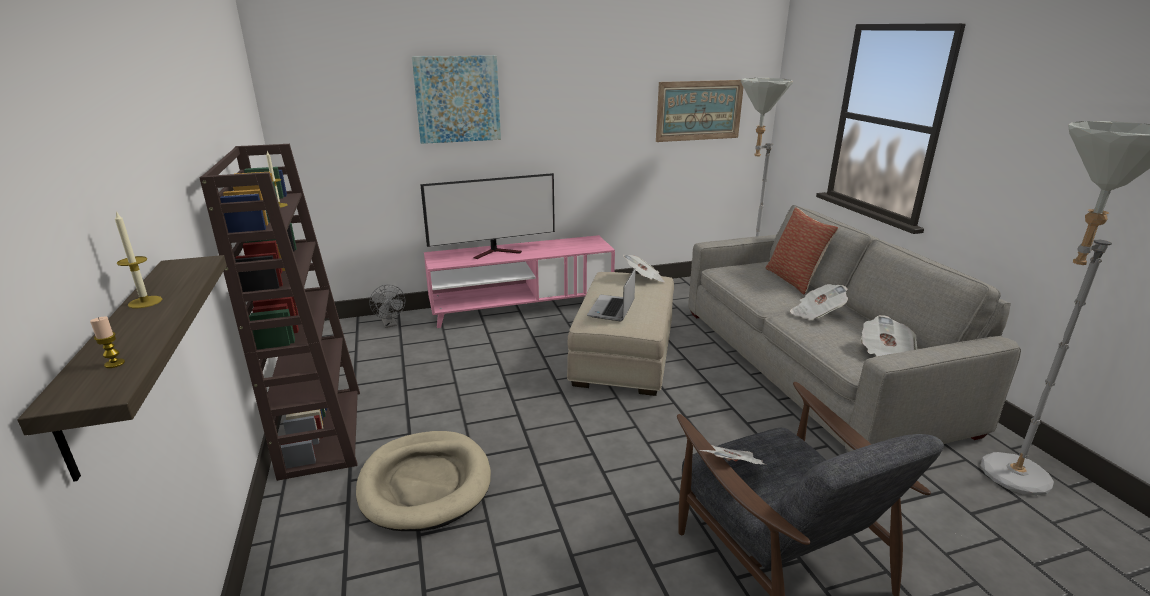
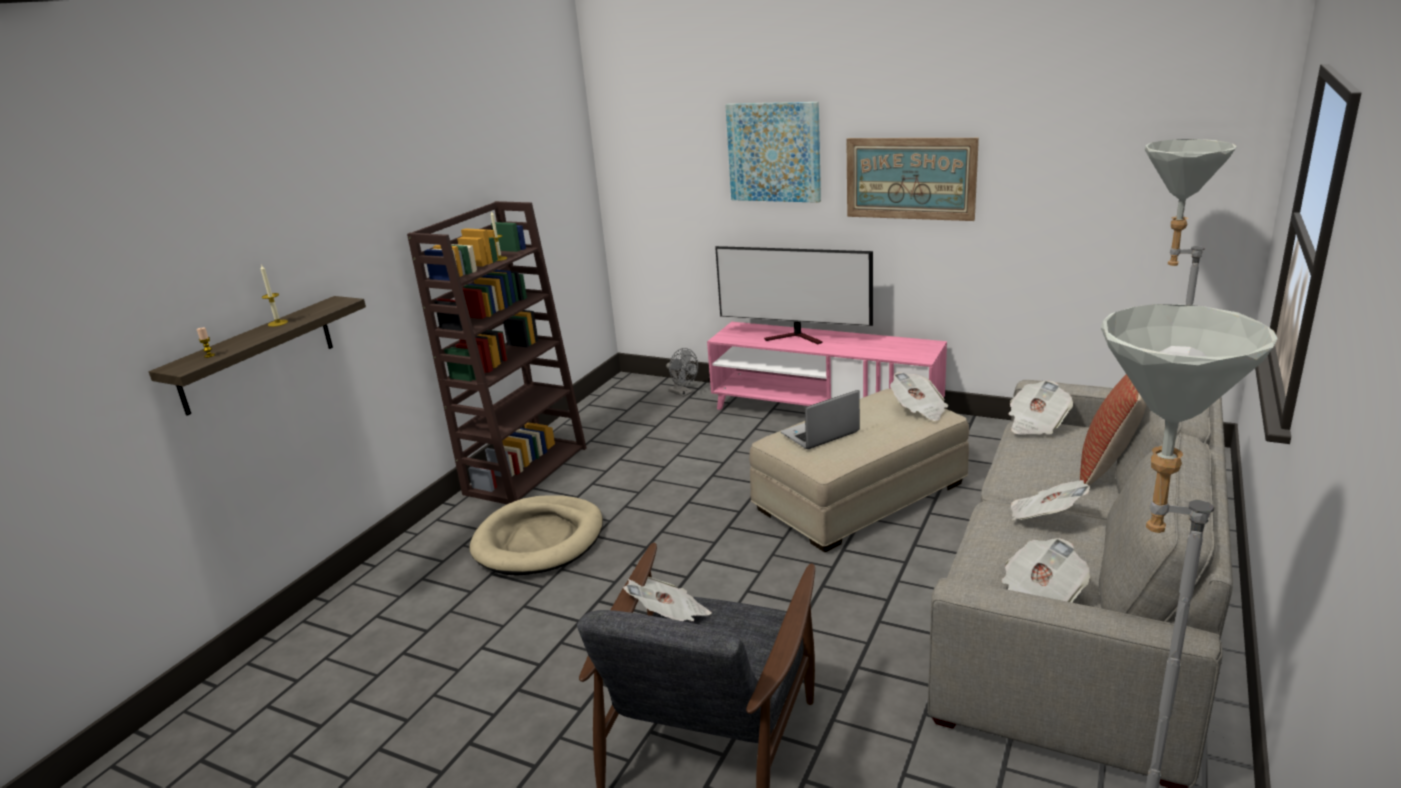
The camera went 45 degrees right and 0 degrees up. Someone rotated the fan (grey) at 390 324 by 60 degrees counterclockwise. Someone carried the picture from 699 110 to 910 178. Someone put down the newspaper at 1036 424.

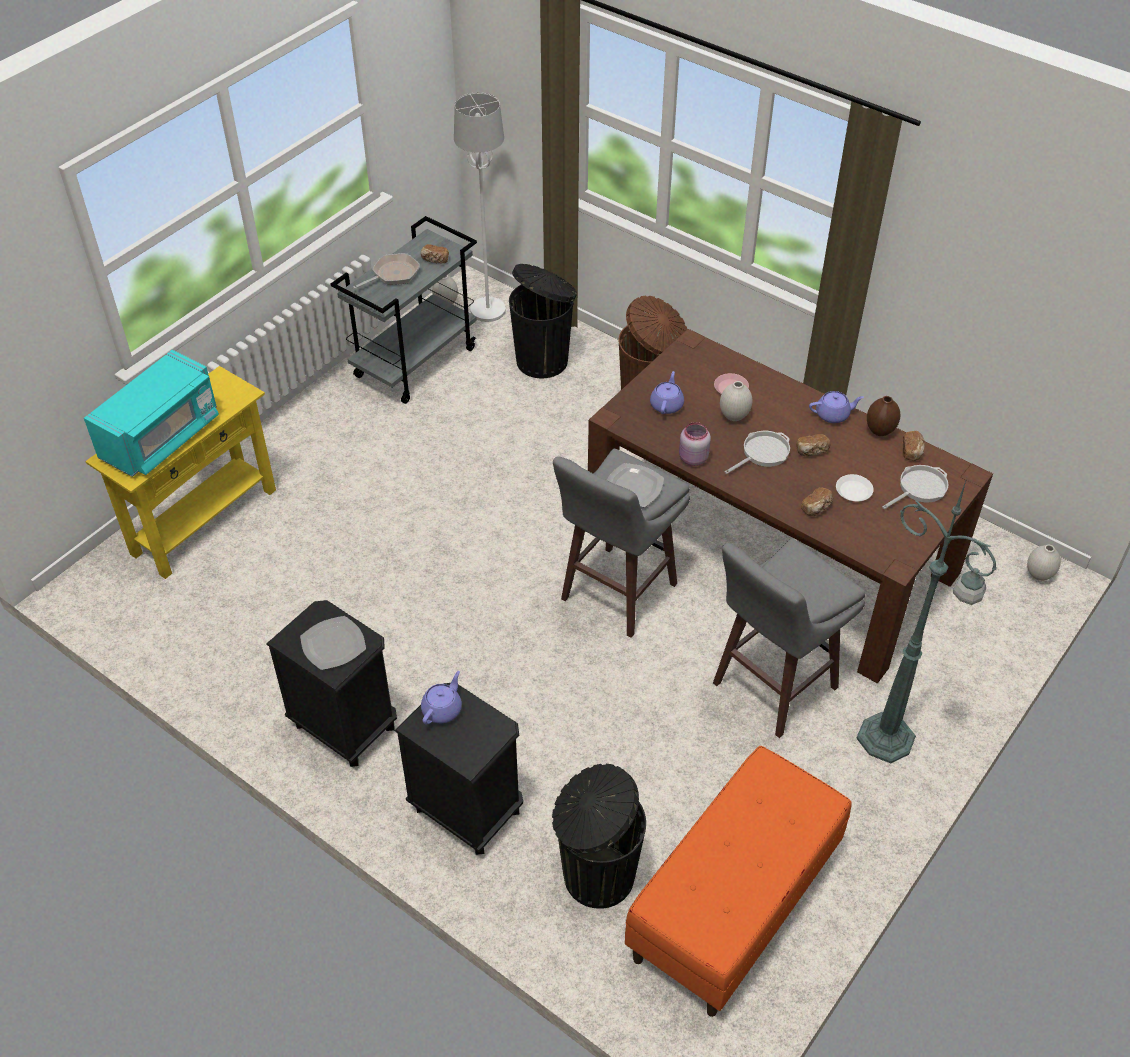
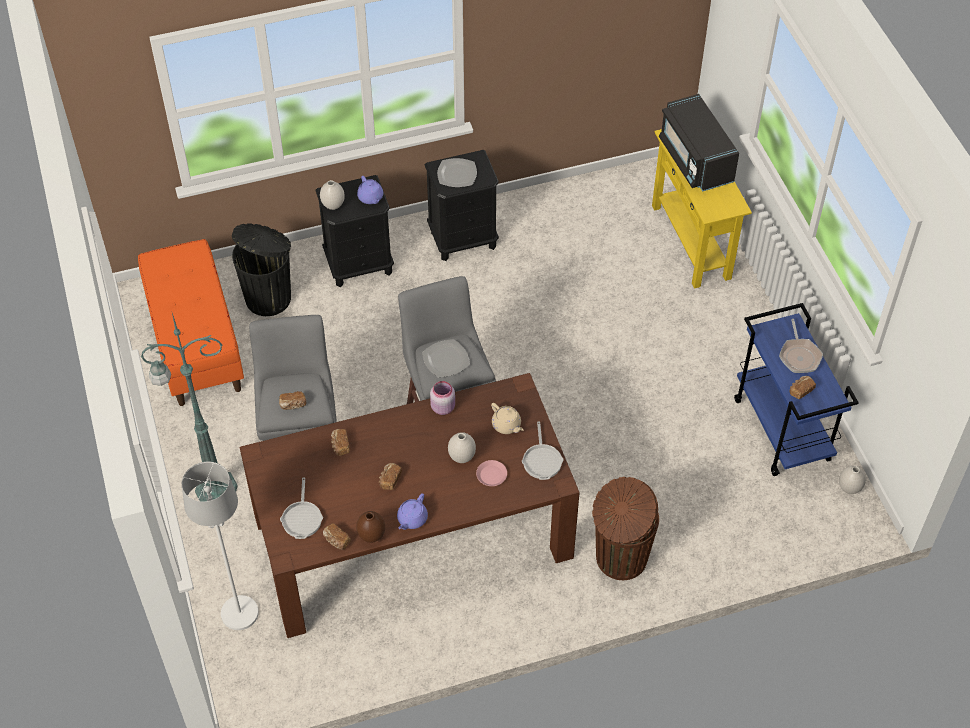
The camera went 125 degrees right and 5 degrees up. Someone repainted the microwave (turquoise) at 162 437, which became the microwave (black) at 695 159. Someone repainted the cart (grey) at 415 362, which became the cart (blue) at 782 430. Someone carried the floor lamp (white) from 488 311 to 239 613. Someone took away the trash can (black) at 543 360. Someone repainted the teapot (purple) at 667 405, which became the teapot (beige) at 507 425. Someone carried the frying pan from 762 453 to 542 460. Someone took away the plate (white) at 854 491. Someone carried the vase (white) from 1039 575 to 333 206. Someone put down the bread at 293 405.

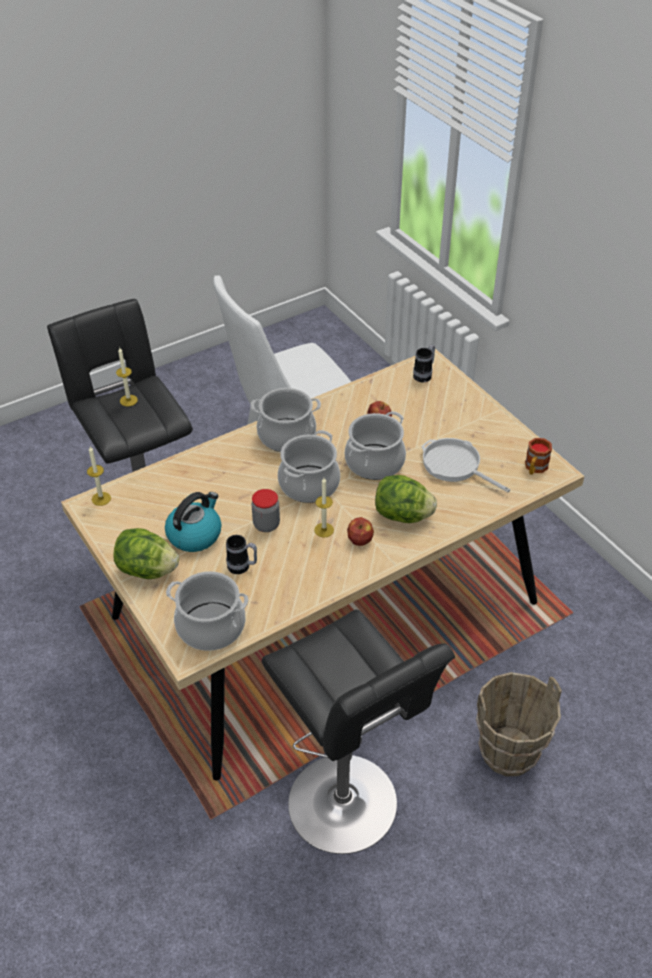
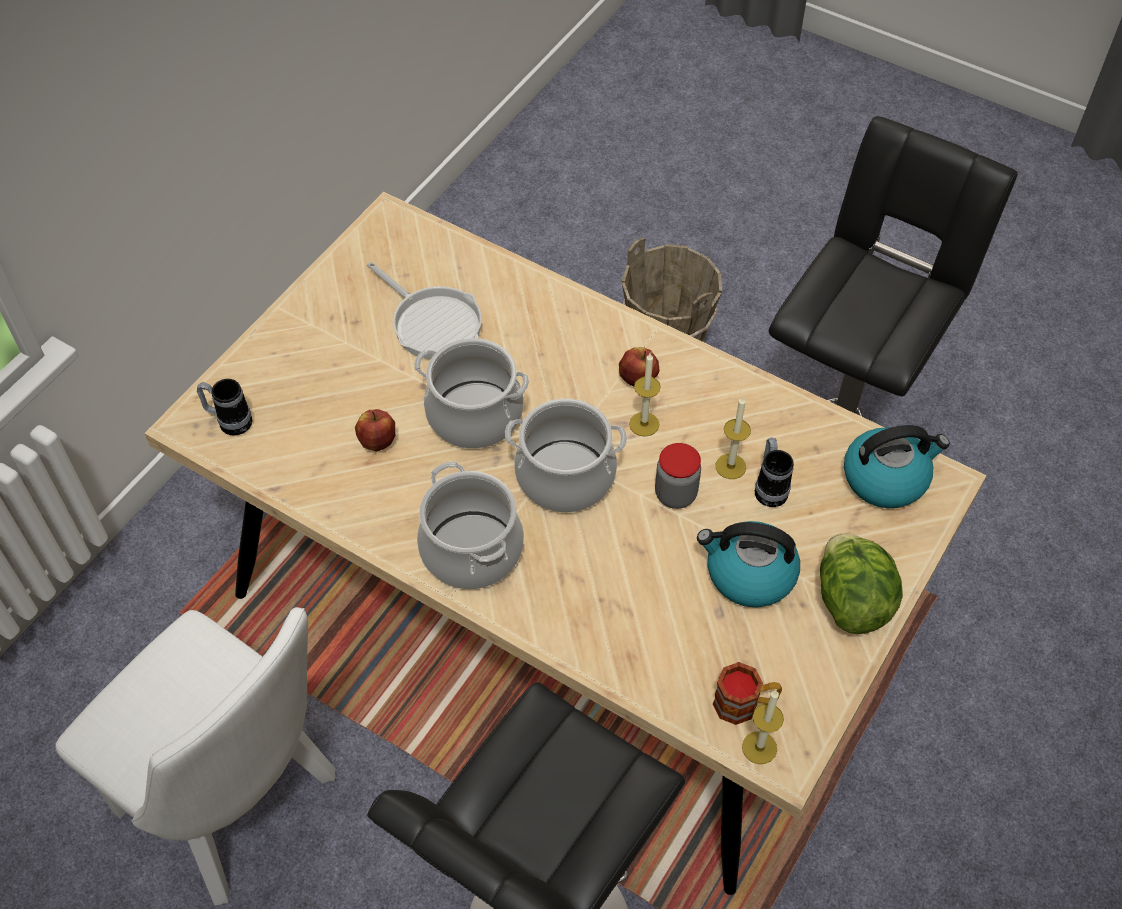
The camera went 115 degrees left and 10 degrees up. Someone carried the candle from 128 400 to 730 466. Someone swapped the cooking pot at 211 626 for the kettle at 886 478. Someone took away the lettuce at 403 516. Someone rotated the frying pan at 454 465 by 60 degrees counterclockwise. Someone carried the mug from 534 468 to 744 704.

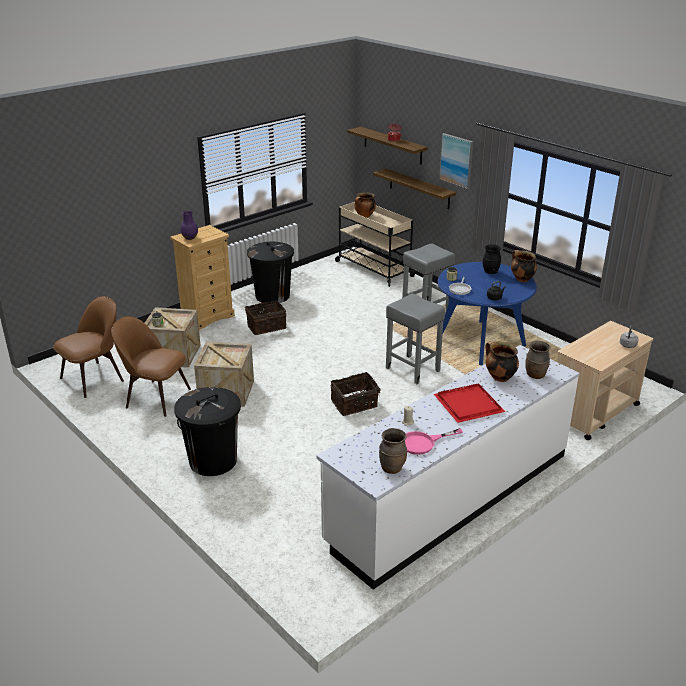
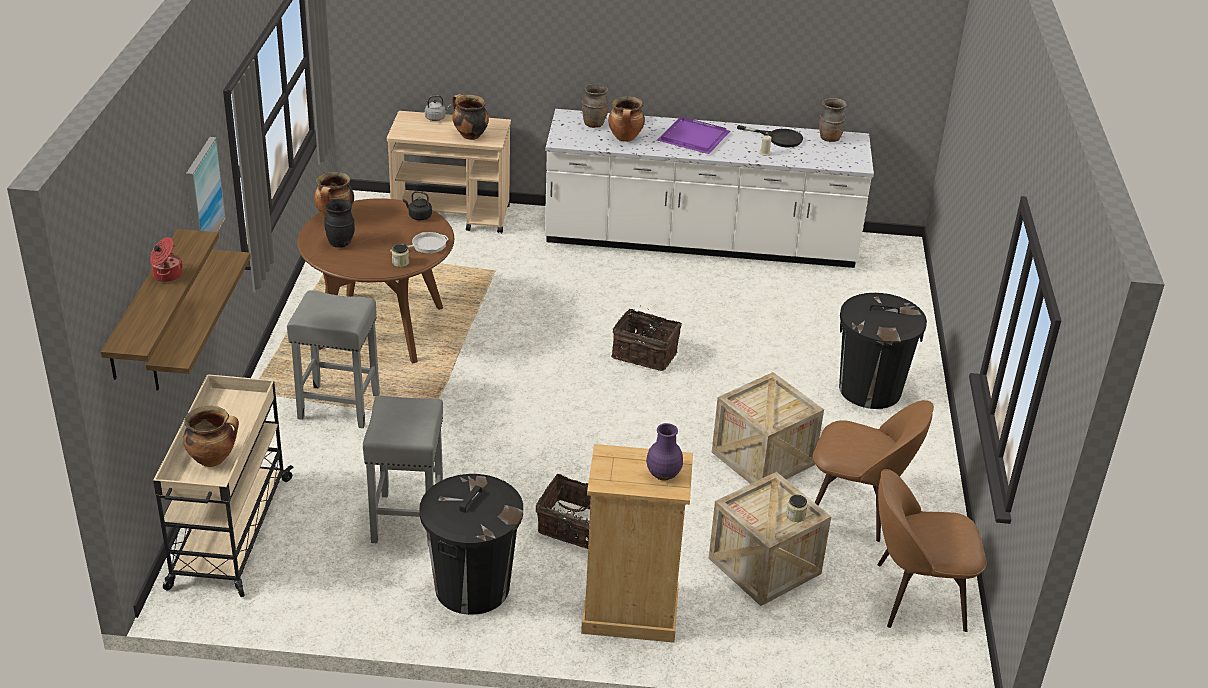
The camera went 135 degrees left and 5 degrees up. Someone rotated the chair (brown) at 156 397 by 45 degrees counterclockwise. Someone carried the stool (grey) from 412 369 to 408 520. Someone repainted the frying pan (pink) at 423 443, which became the frying pan (black) at 778 138. Someone repainted the tray (red) at 470 405, which became the tray (purple) at 693 137. Someone repainted the dining table (blue) at 480 342, which became the dining table (brown) at 380 328. Someone put down the cooking pot at 469 135.

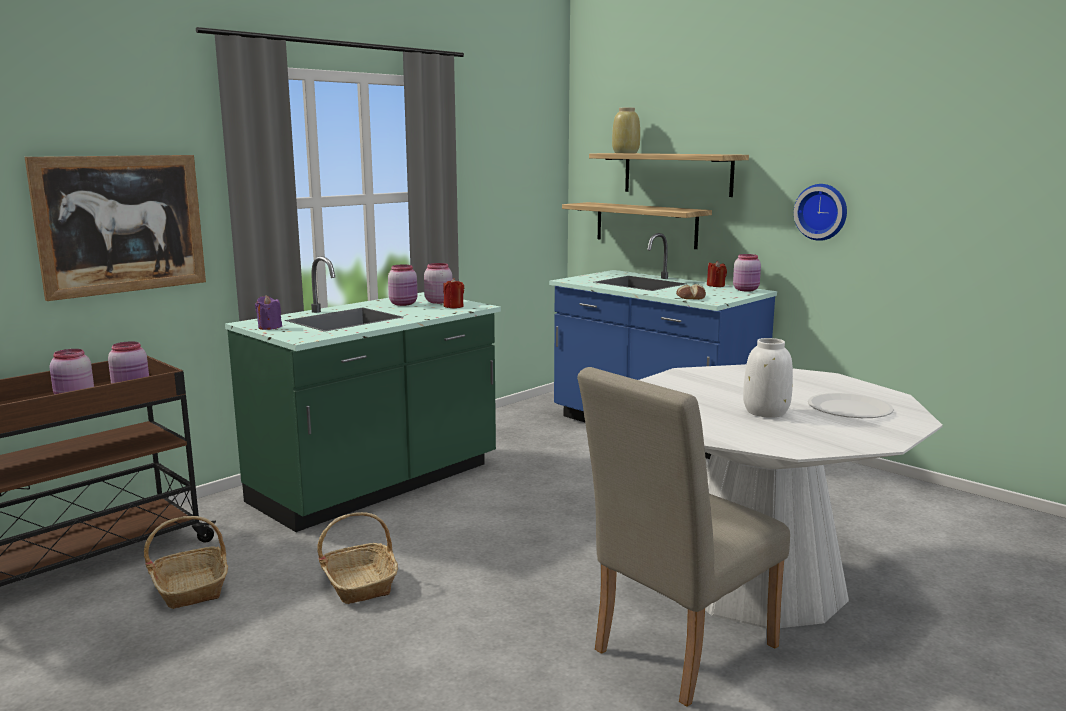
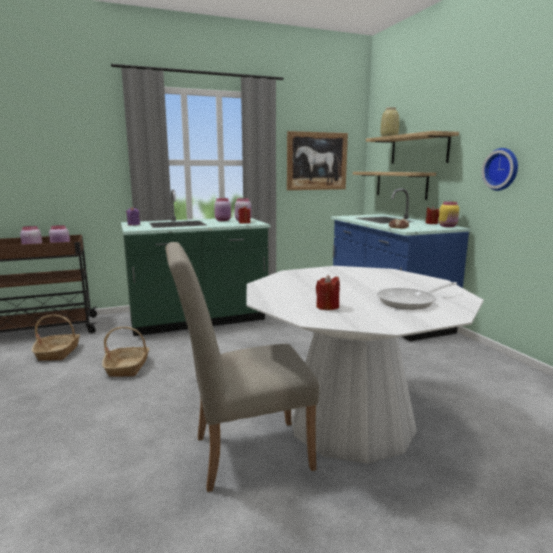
The camera went 25 degrees right and 0 degrees up. Someone carried the picture from 121 224 to 317 161. Someone repainted the jar (pink) at 746 290, which became the jar (yellow) at 448 226. Someone took away the vase (white) at 765 412. Someone swapped the plate (white) at 849 409 for the frying pan at 410 301. Someone put down the candle (red) at 327 307.

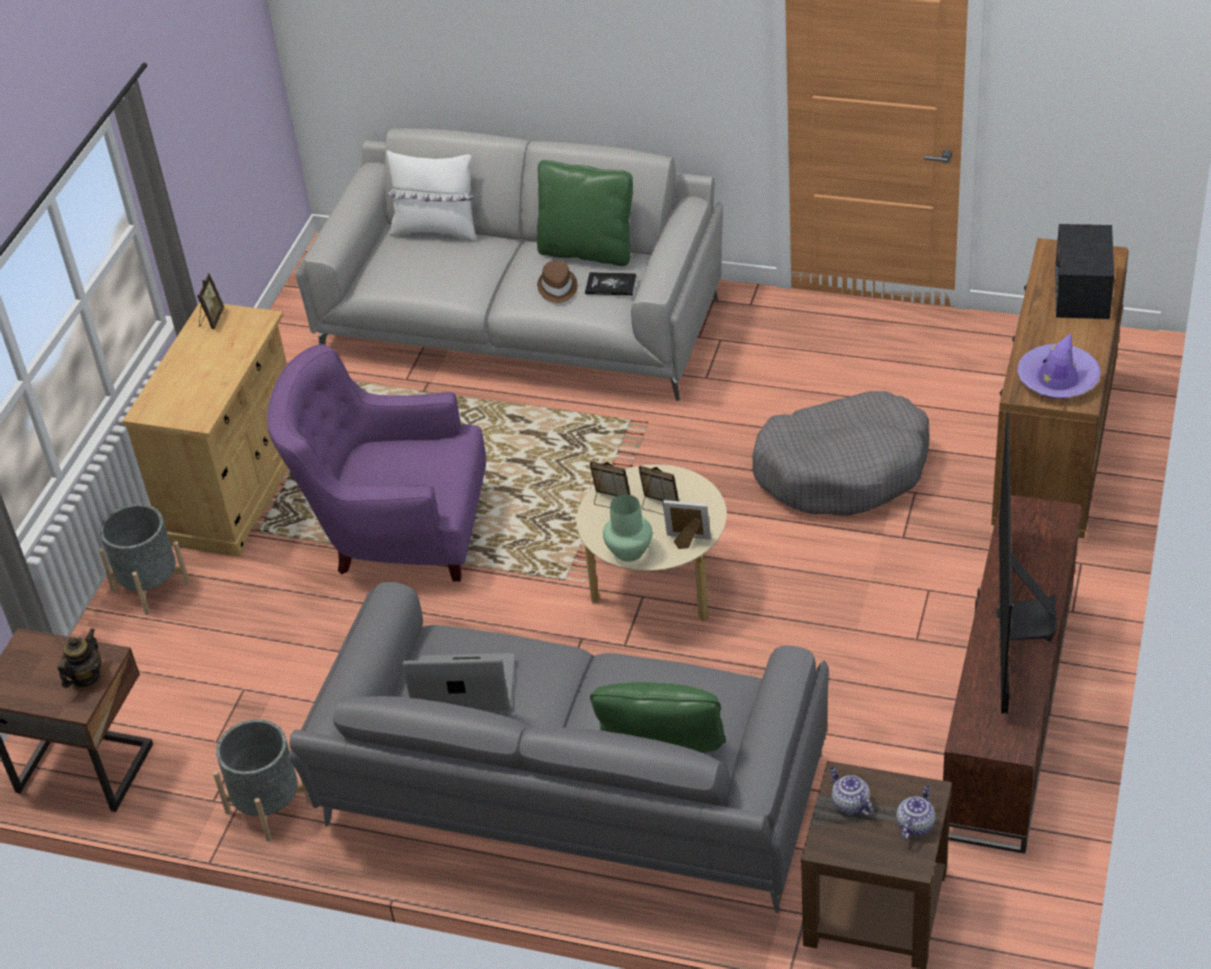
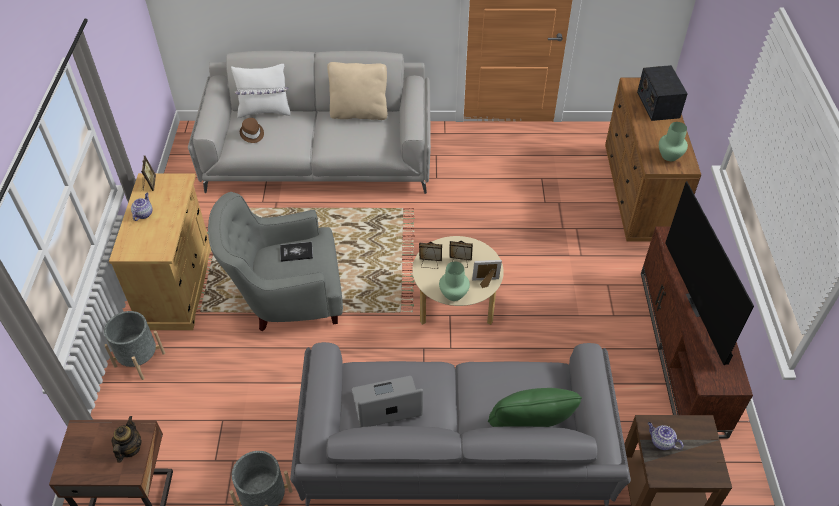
The camera went 20 degrees left and 5 degrees up. Someone repainted the armchair (purple) at 395 532, which became the armchair (grey) at 287 298. Someone repainted the pillow (green) at 587 251, which became the pillow (beige) at 359 113. Someone carried the hat (brown) from 557 288 to 252 134. Someone carried the book from 611 285 to 296 252. Someone took away the dog bed (grey) at 843 469. Someone carried the teapot from 915 824 to 143 214. Someone swapped the hat (purple) at 1058 379 for the vase (green) at 670 156.

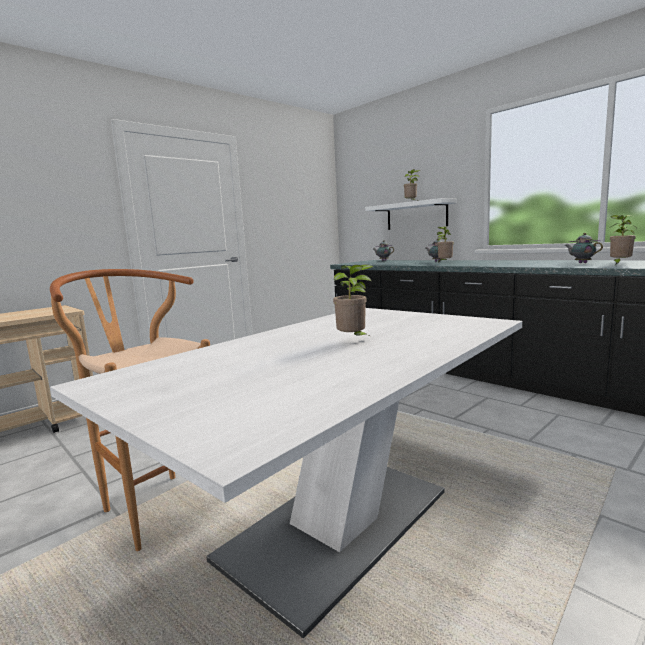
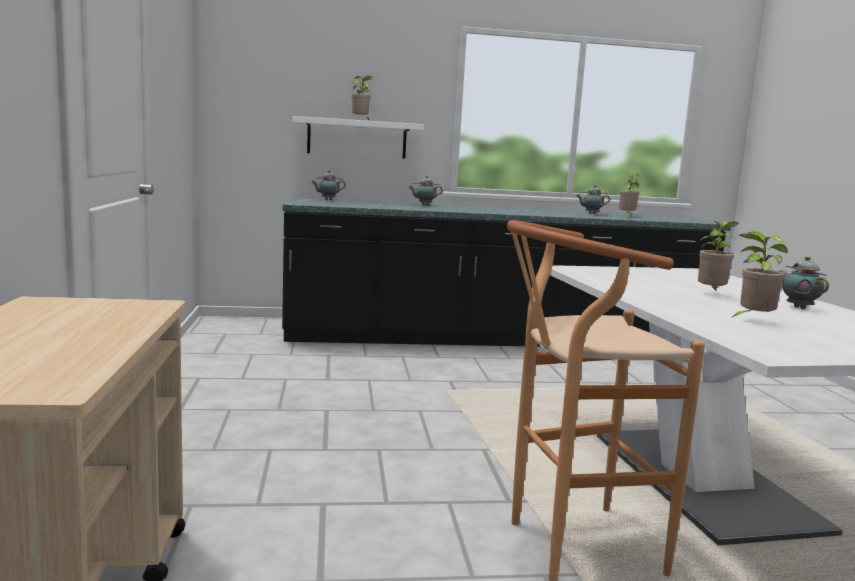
The camera went 55 degrees left and 0 degrees up. Someone carried the potted plant from 444 263 to 753 320. Someone put down the teapot at 798 308.

